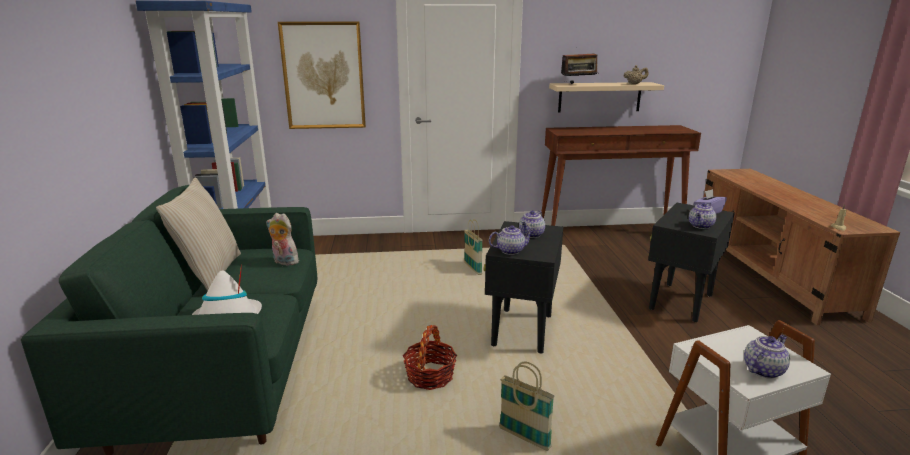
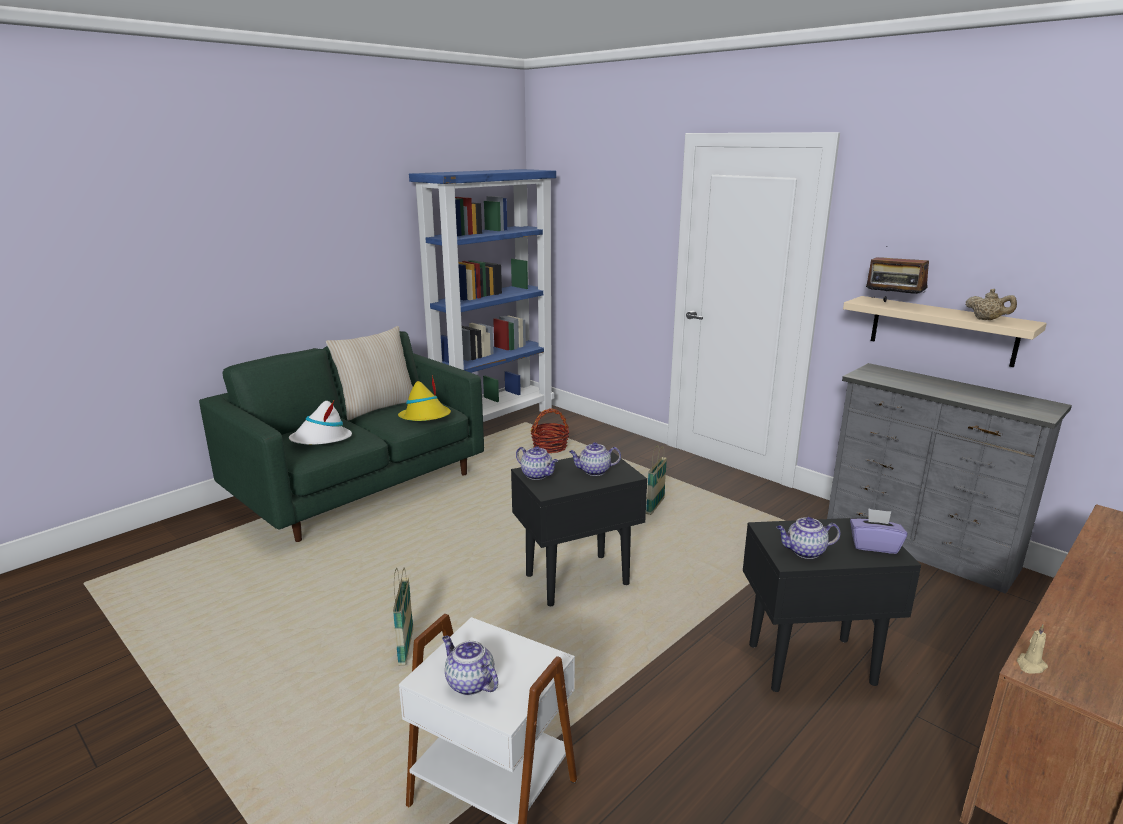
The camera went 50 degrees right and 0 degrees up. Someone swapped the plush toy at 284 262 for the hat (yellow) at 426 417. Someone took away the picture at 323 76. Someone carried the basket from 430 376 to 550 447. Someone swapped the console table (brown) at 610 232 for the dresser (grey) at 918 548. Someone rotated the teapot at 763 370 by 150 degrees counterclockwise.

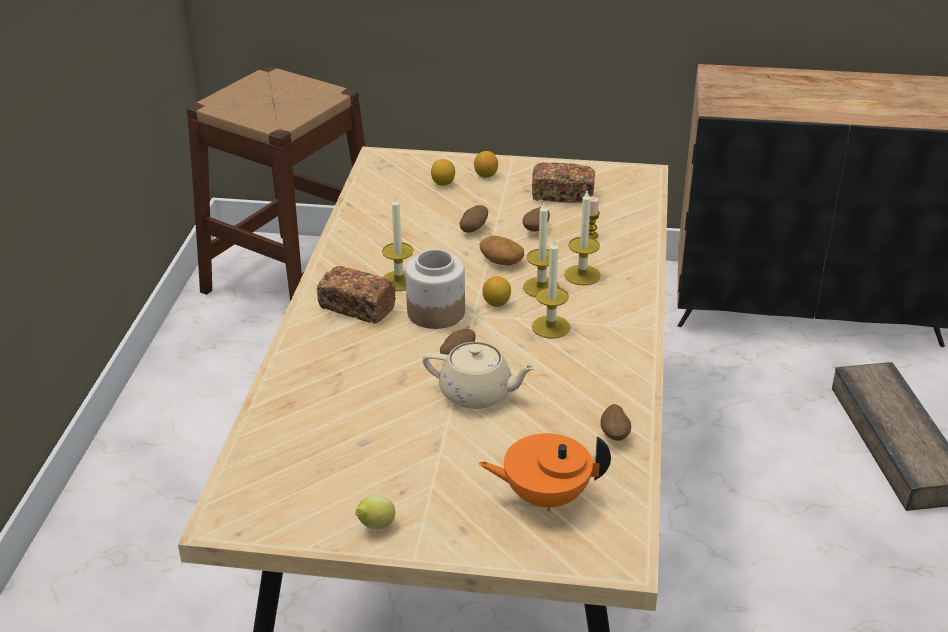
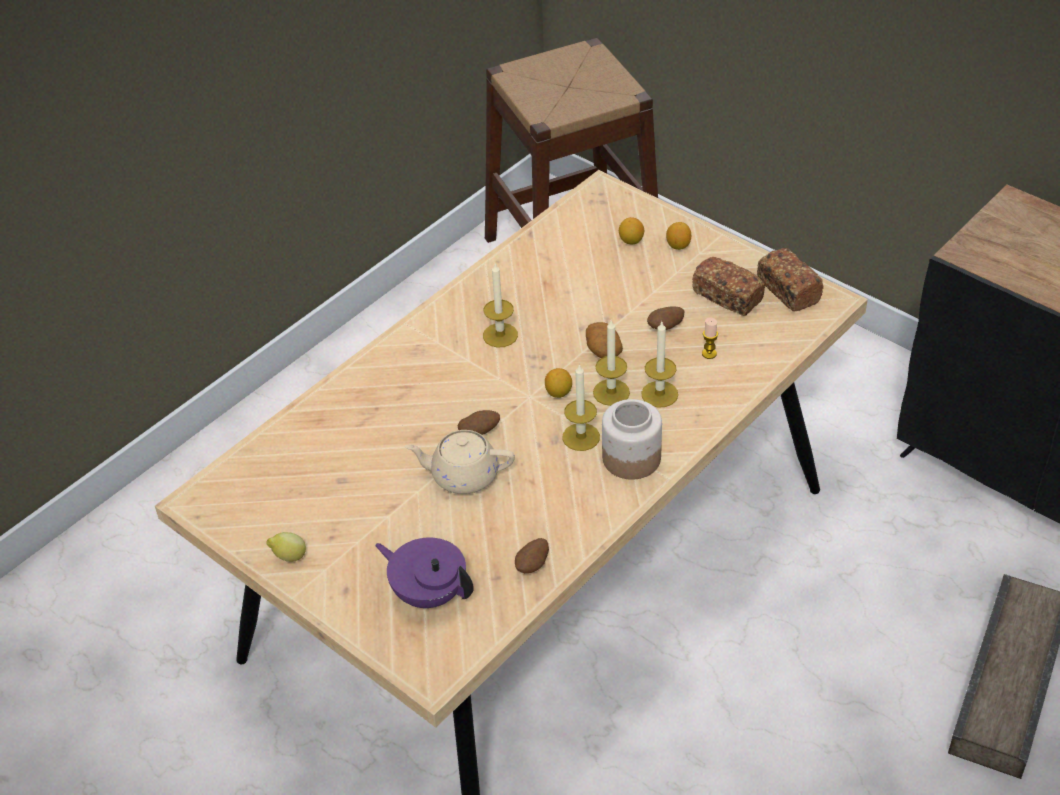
The camera went 35 degrees right and 10 degrees up. Someone carried the bread from 356 307 to 788 290. Someone carried the jar from 435 313 to 630 458. Someone rotated the teapot (beige) at 478 393 by 135 degrees clockwise. Someone took away the potato at 473 229. Someone repainted the teapot (orange) at 545 496, which became the teapot (purple) at 429 592.

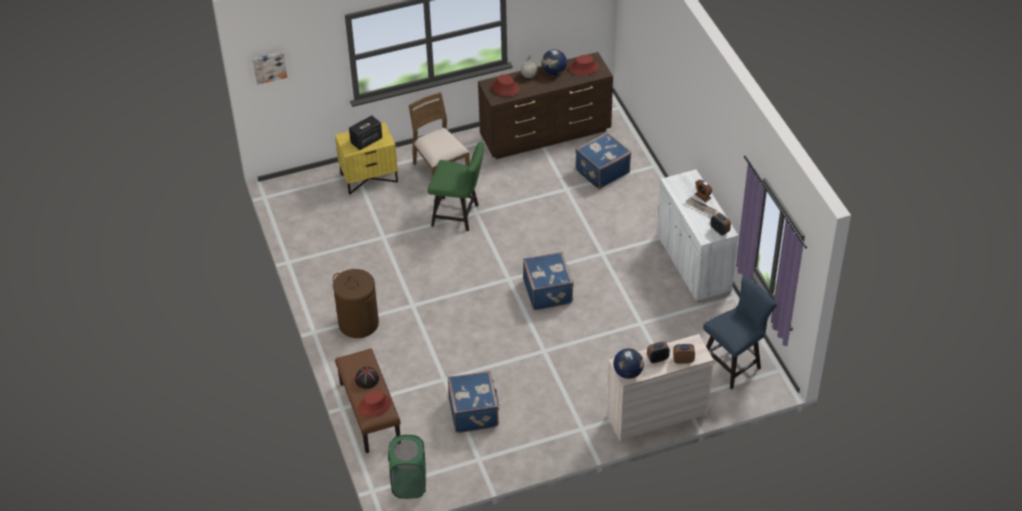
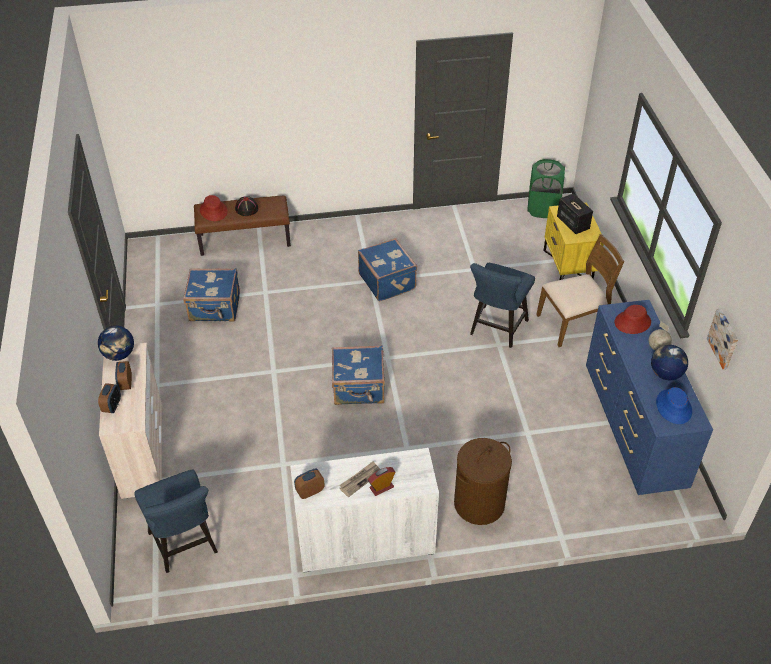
The camera went 100 degrees right and 0 degrees up. Someone carried the picture from 269 66 to 724 338. Someone carried the laundry basket (brown) from 358 323 to 479 503. Someone carried the laundry basket (green) from 409 484 to 543 209. Someone repainted the chair (green) at 459 215, which became the chair (blue) at 496 330. Someone repainted the dresser (brown) at 546 134, which became the dresser (blue) at 633 429. Someone repainted the hat (red) at 583 68, which became the hat (blue) at 674 407. Someone carried the suitcase (blue) from 601 171 to 388 281.

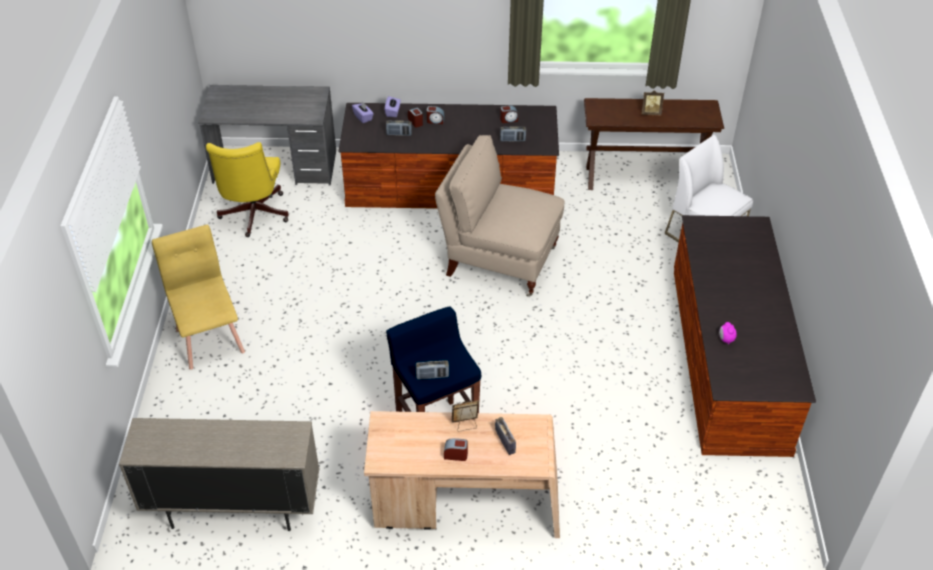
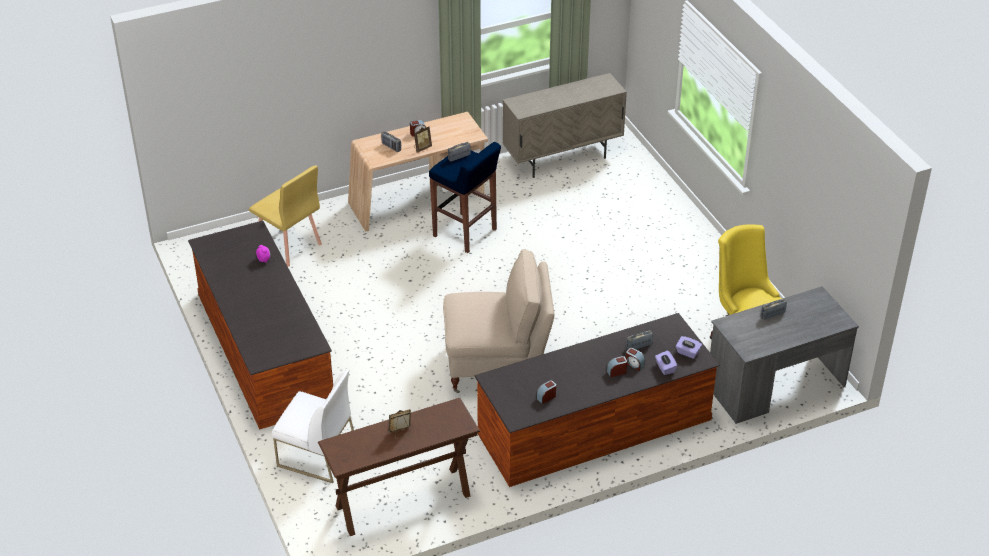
The camera went 155 degrees right and 5 degrees down. Someone carried the chair (yellow) from 210 340 to 288 245. Someone carried the radio from 512 140 to 772 315.

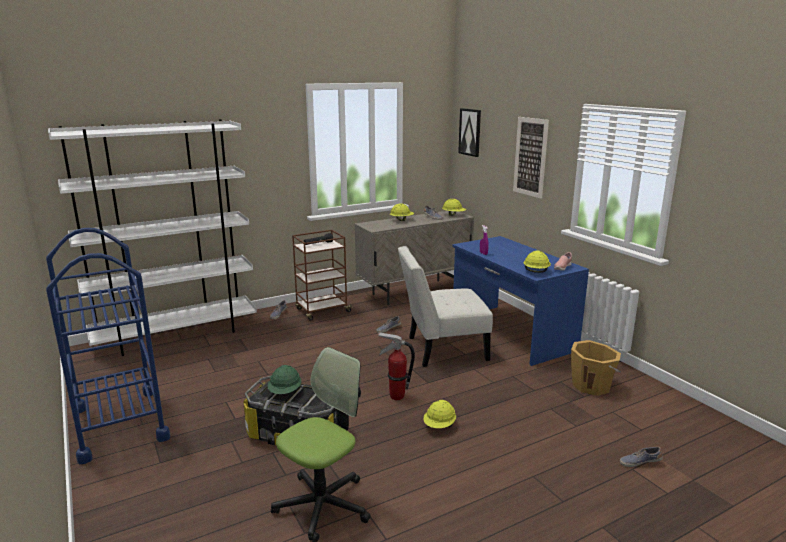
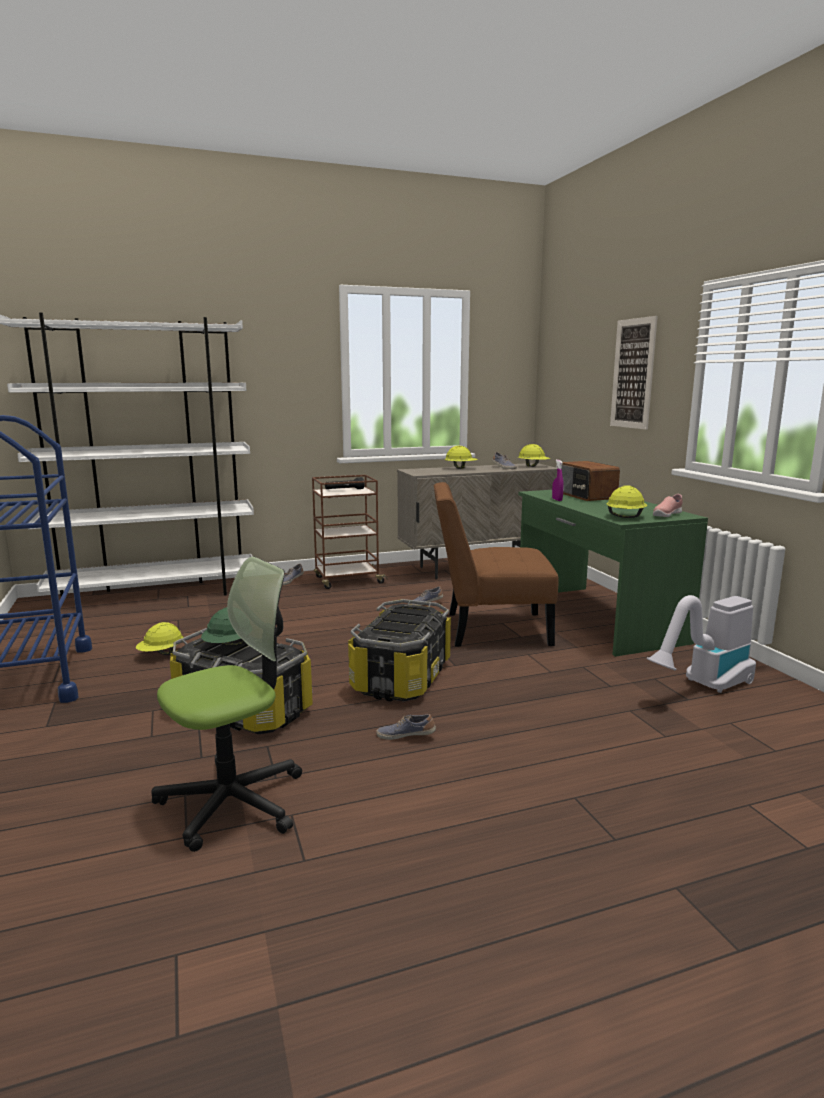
The camera went 10 degrees right and 5 degrees down. Someone swapped the fire extinguisher at 396 396 for the storage box at 402 677. Someone repainted the chair (white) at 442 349, which became the chair (brown) at 490 629. Someone carried the hard hat (yellow) from 439 426 to 161 654. Someone repainted the desk (blue) at 510 333, which became the desk (green) at 595 618. Someone took away the picture at 470 132. Someone swapped the bucket (orange) at 592 385 for the vacuum cleaner at 704 686. Someone carried the shoe from 639 462 to 406 736. Someone put down the radio at 585 496.

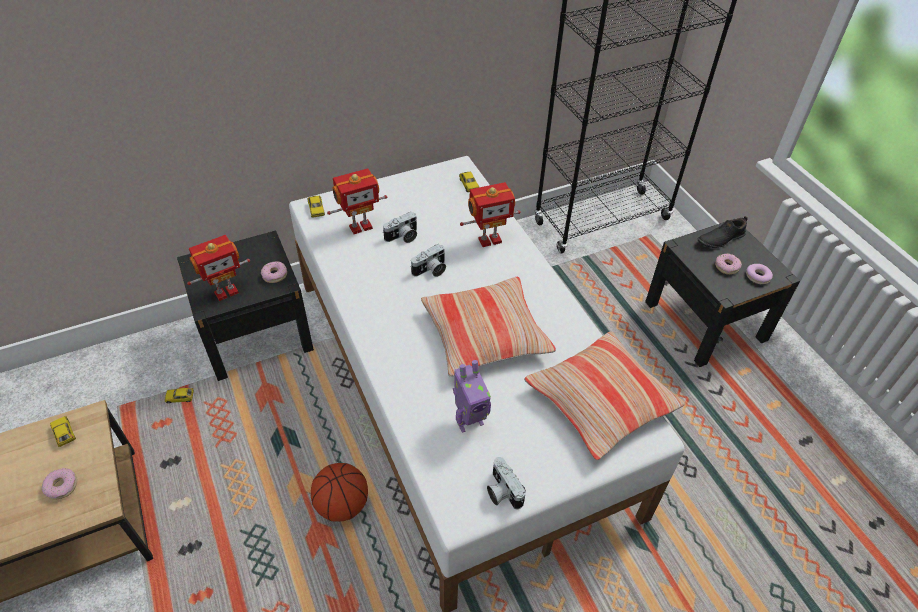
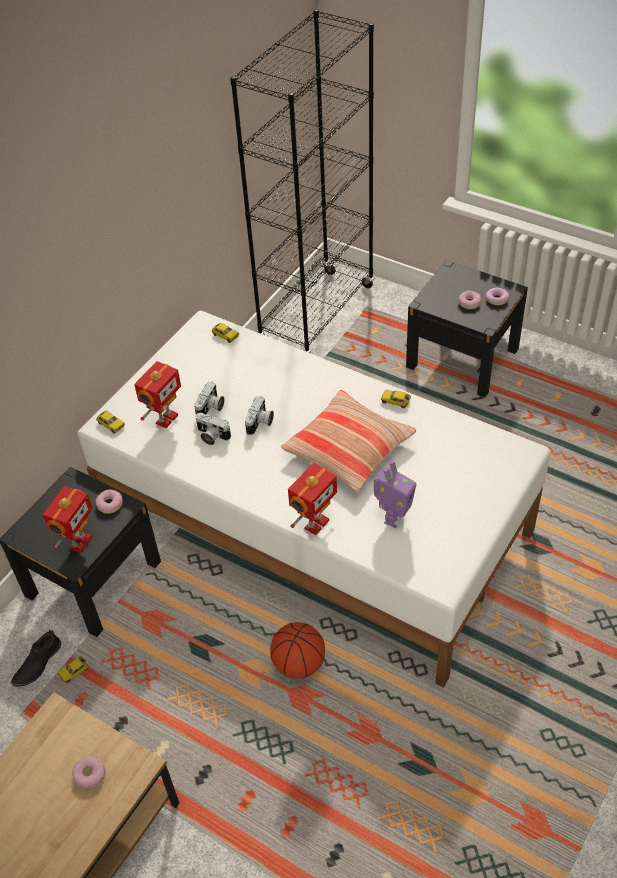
The camera went 30 degrees left and 0 degrees up. Someone carried the toy car from 64 433 to 395 401. Someone carried the toy robot from 489 239 to 315 523. Someone carried the photo camera from 501 491 to 211 436. Someone took away the pillow at 600 401. Someone carried the shoe (black) from 720 238 to 37 664.

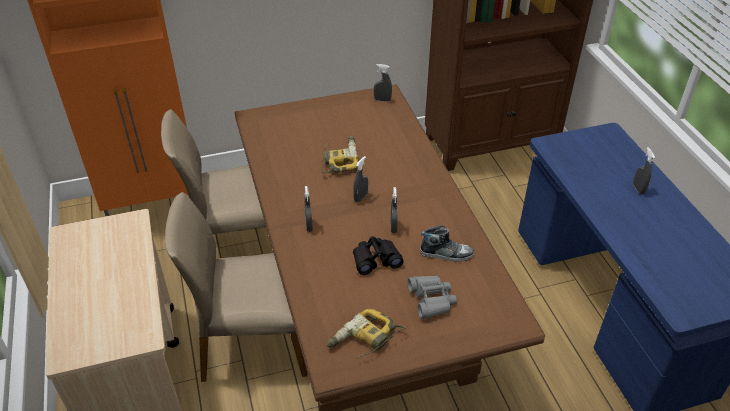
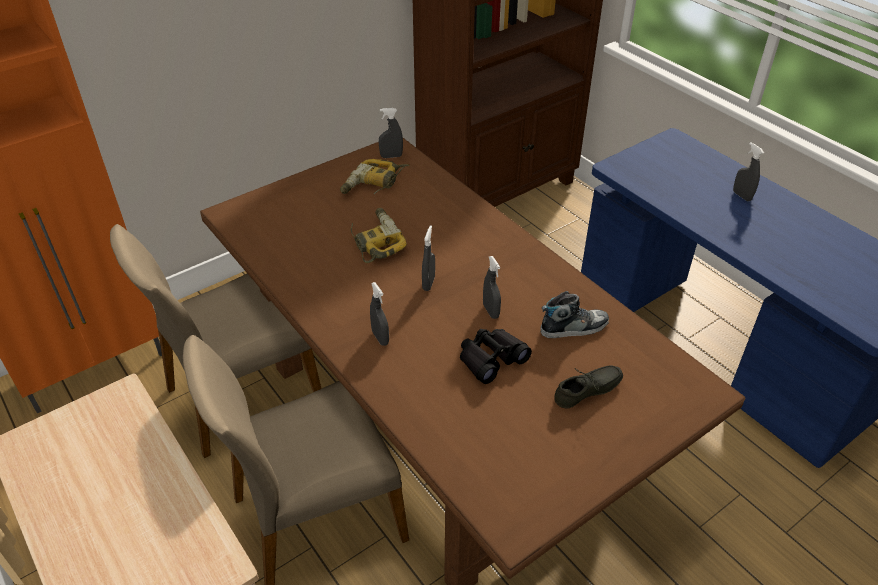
The camera went 20 degrees left and 0 degrees up. Someone carried the power drill from 365 340 to 374 184. Someone swapped the binoculars (grey) at 431 300 for the shoe (grey) at 589 392.

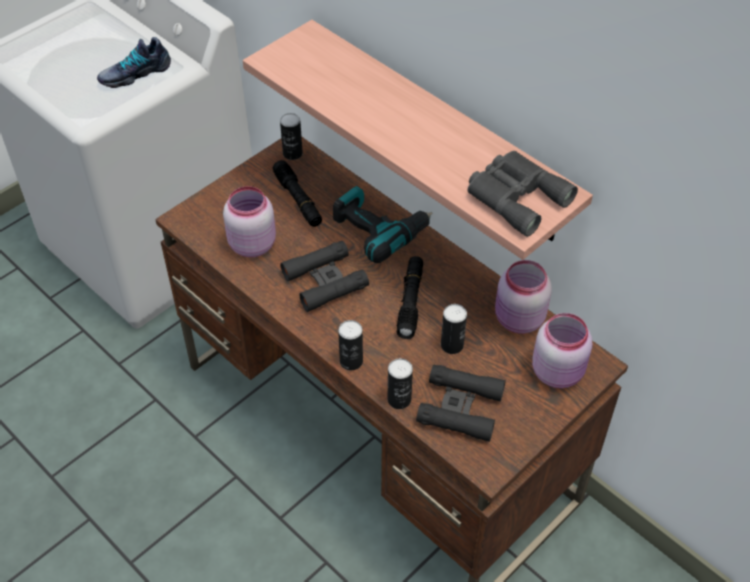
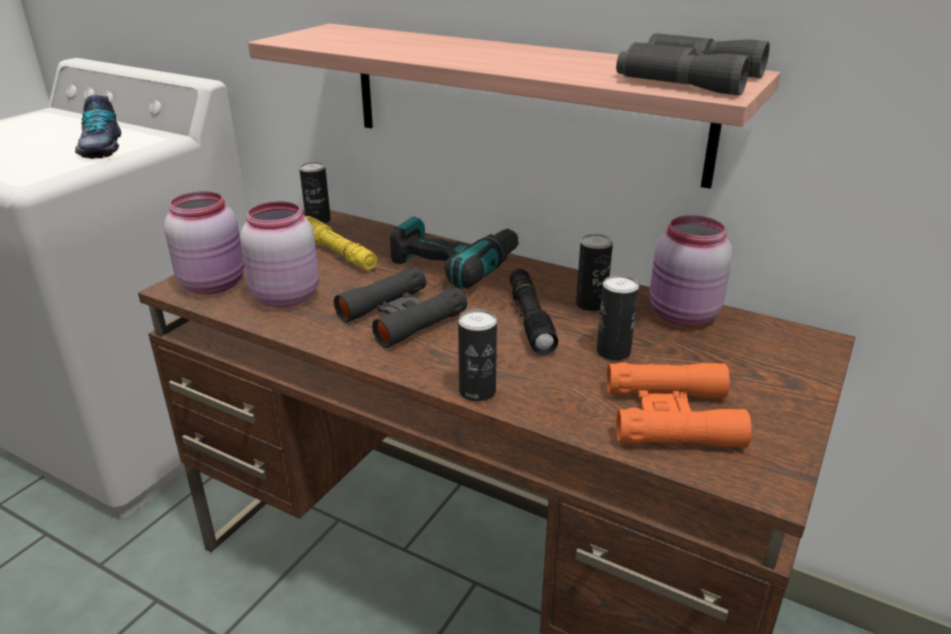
The camera went 15 degrees left and 20 degrees down. Someone rotated the shoe at 135 73 by 60 degrees counterclockwise. Someone repainted the flashlight (black) at 298 199, which became the flashlight (yellow) at 337 253. Someone carried the can from 399 399 to 591 304. Someone repainted the binoculars (black) at 460 407, which became the binoculars (orange) at 671 416. Someone carried the jar (pink) from 558 371 to 215 284.

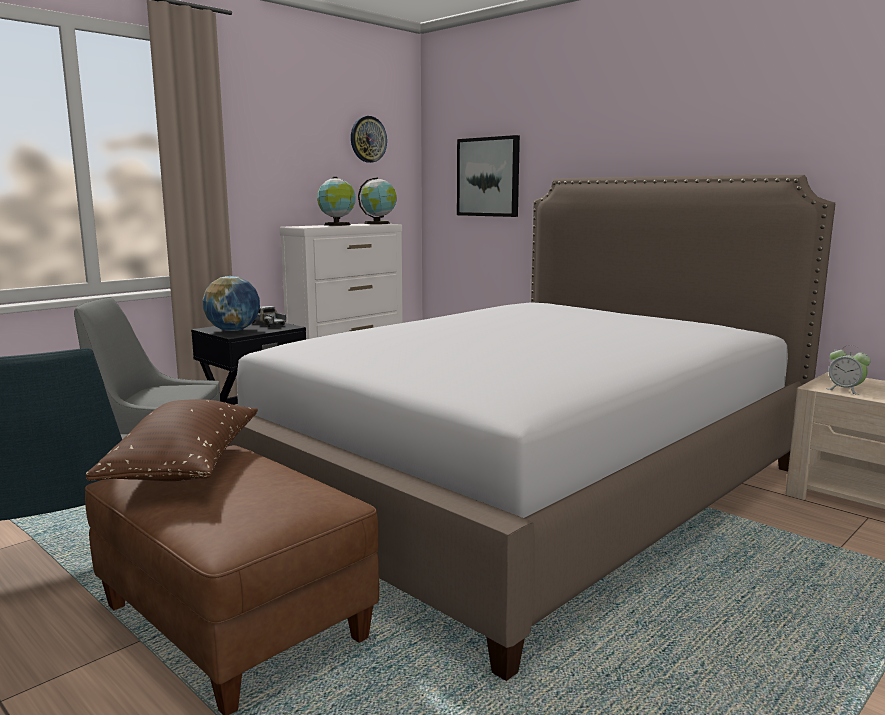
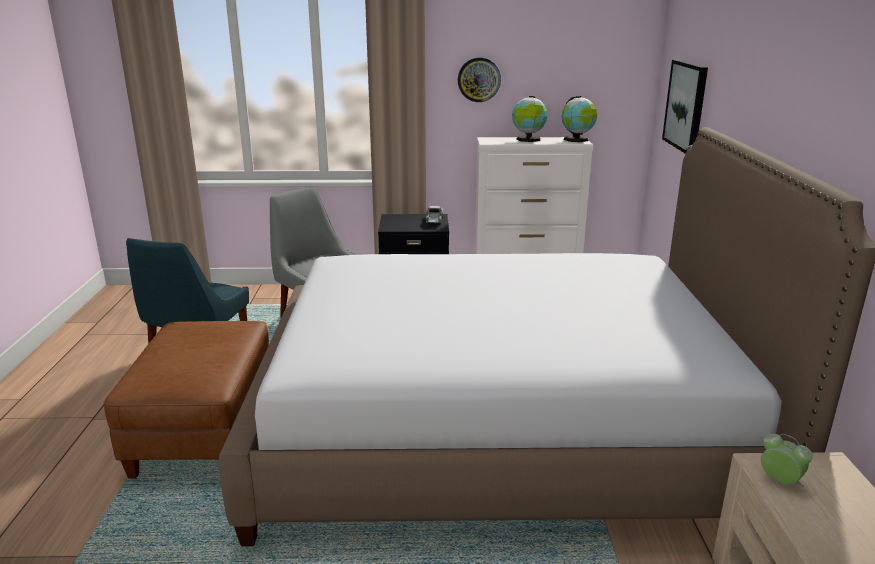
The camera went 45 degrees right and 10 degrees up. Someone took away the pillow (brown) at 185 467. Someone took away the globe at 233 330. Someone carried the wall clock from 368 139 to 479 79. Someone rotated the alarm clock at 845 390 by 135 degrees clockwise.

